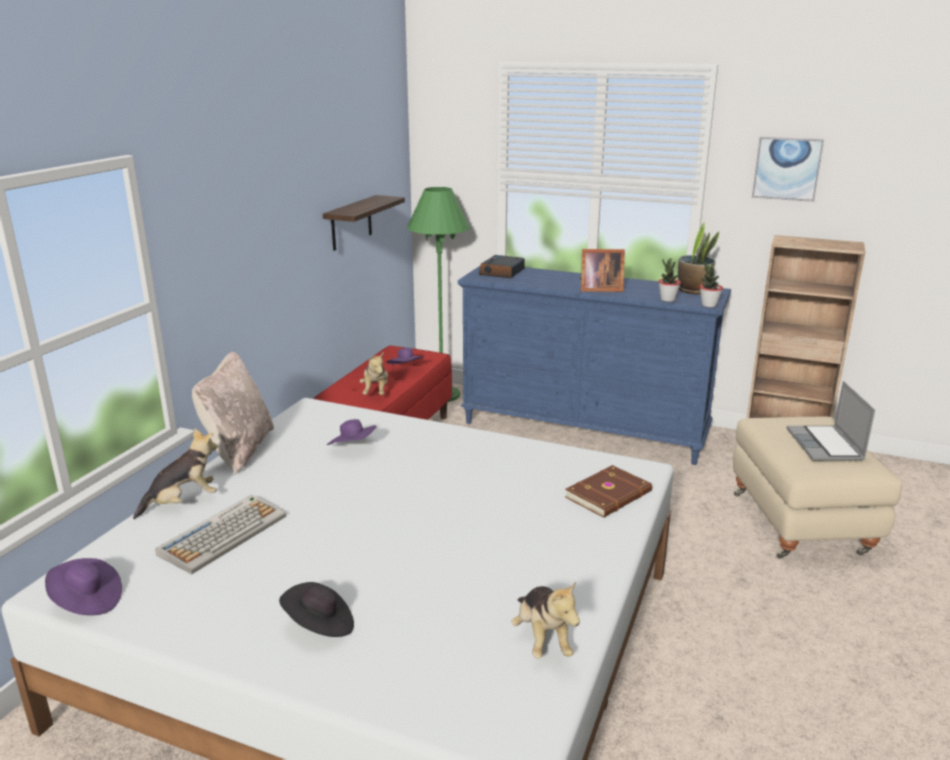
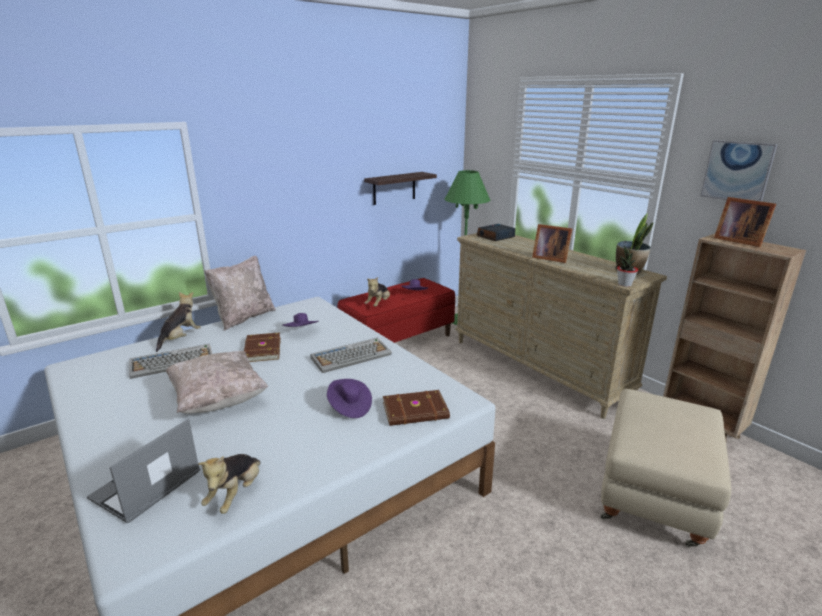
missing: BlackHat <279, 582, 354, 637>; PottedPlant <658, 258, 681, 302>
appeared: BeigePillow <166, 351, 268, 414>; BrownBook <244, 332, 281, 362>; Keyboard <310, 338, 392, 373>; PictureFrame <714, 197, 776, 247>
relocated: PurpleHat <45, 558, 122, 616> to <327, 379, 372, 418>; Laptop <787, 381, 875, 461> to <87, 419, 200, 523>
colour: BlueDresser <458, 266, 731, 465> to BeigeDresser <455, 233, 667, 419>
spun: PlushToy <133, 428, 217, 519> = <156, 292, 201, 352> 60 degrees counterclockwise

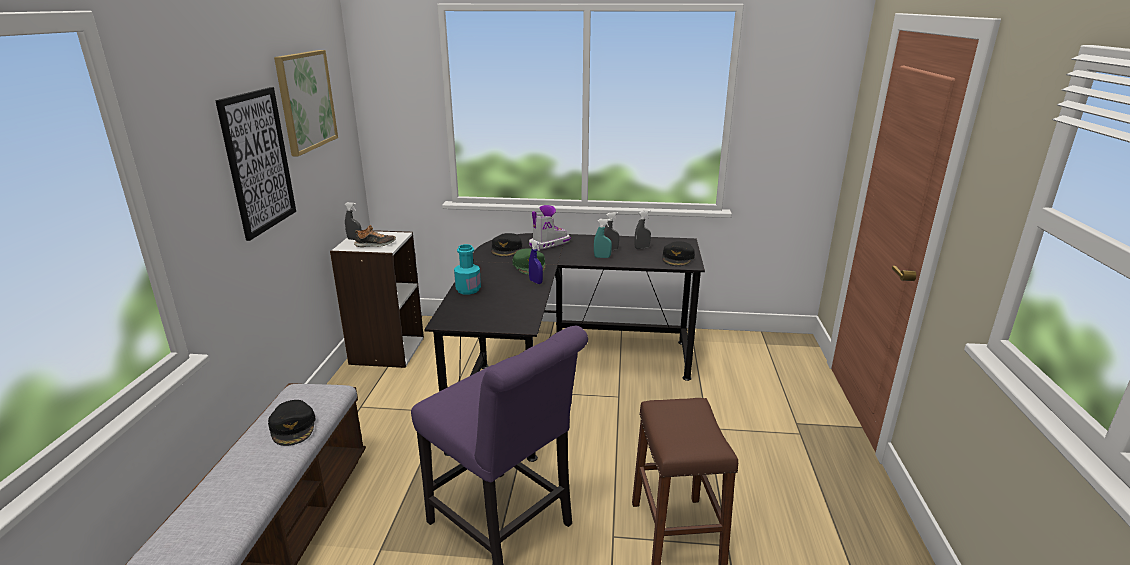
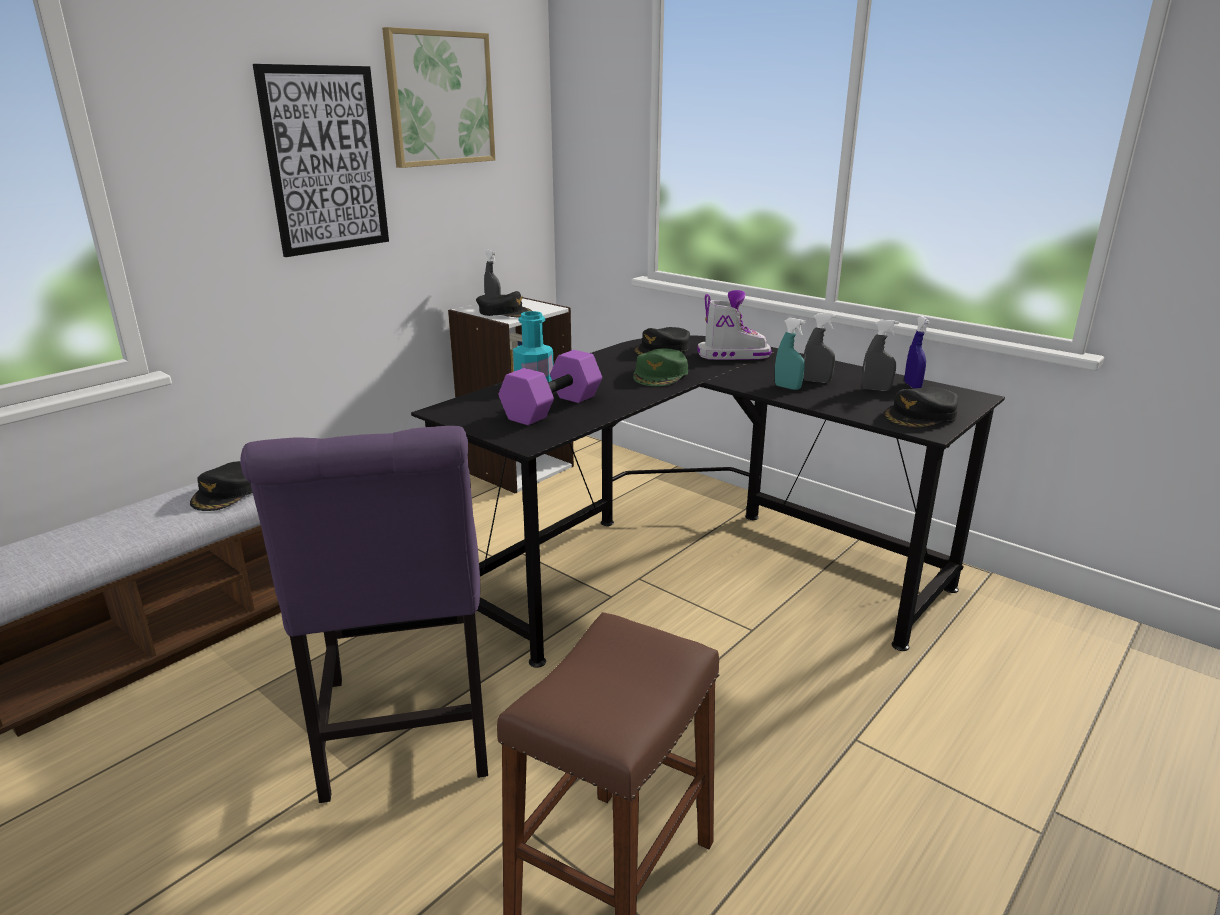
appeared: PurpleDumbbell <499, 350, 602, 425>
relocated: BlueSprayBottle <529, 240, 543, 284> to <904, 316, 930, 389>
exchanged: Shoe <354, 225, 396, 247> to BlackCap <476, 291, 532, 317>

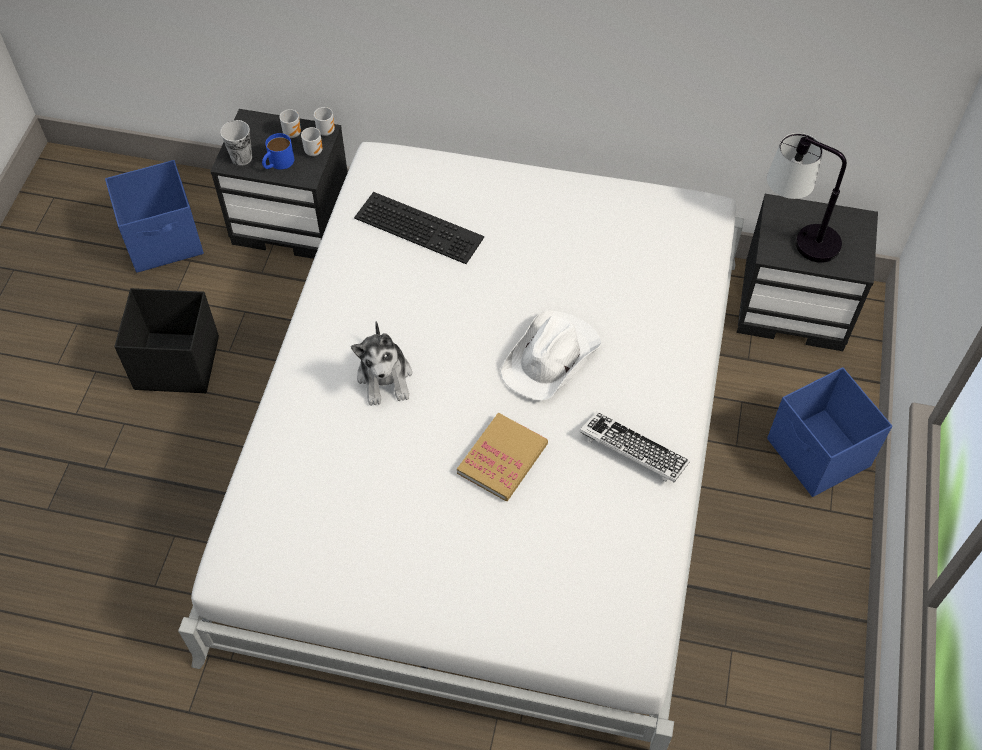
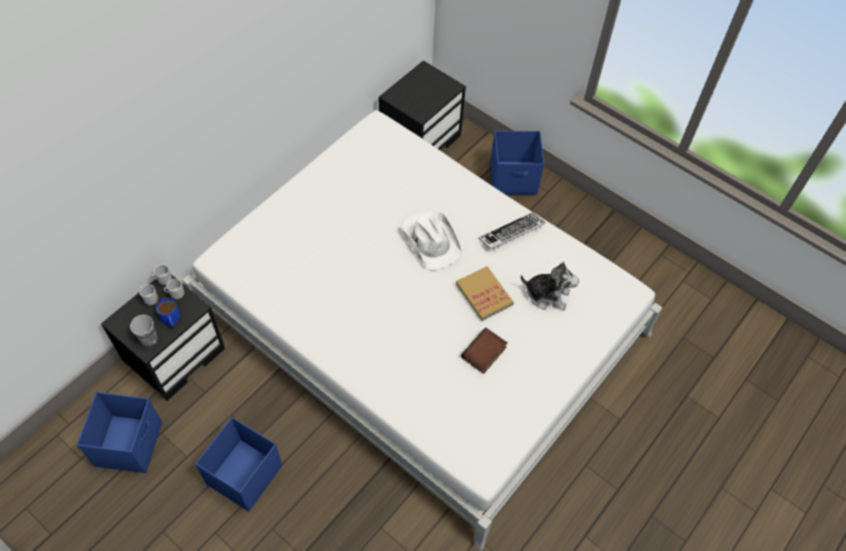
missing: Keyboard <354, 192, 484, 264>; TableLamp <767, 132, 847, 263>
appeared: Book <461, 327, 508, 374>
relocated: PlushToy <351, 321, 412, 406> to <521, 262, 579, 311>
colour: BlackStorageBox <114, 288, 219, 393> to BlueStorageBox <195, 417, 282, 512>

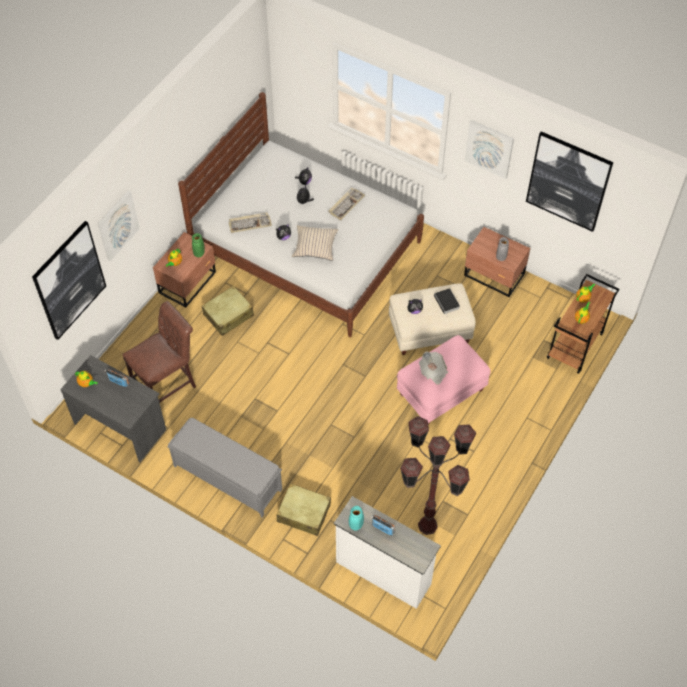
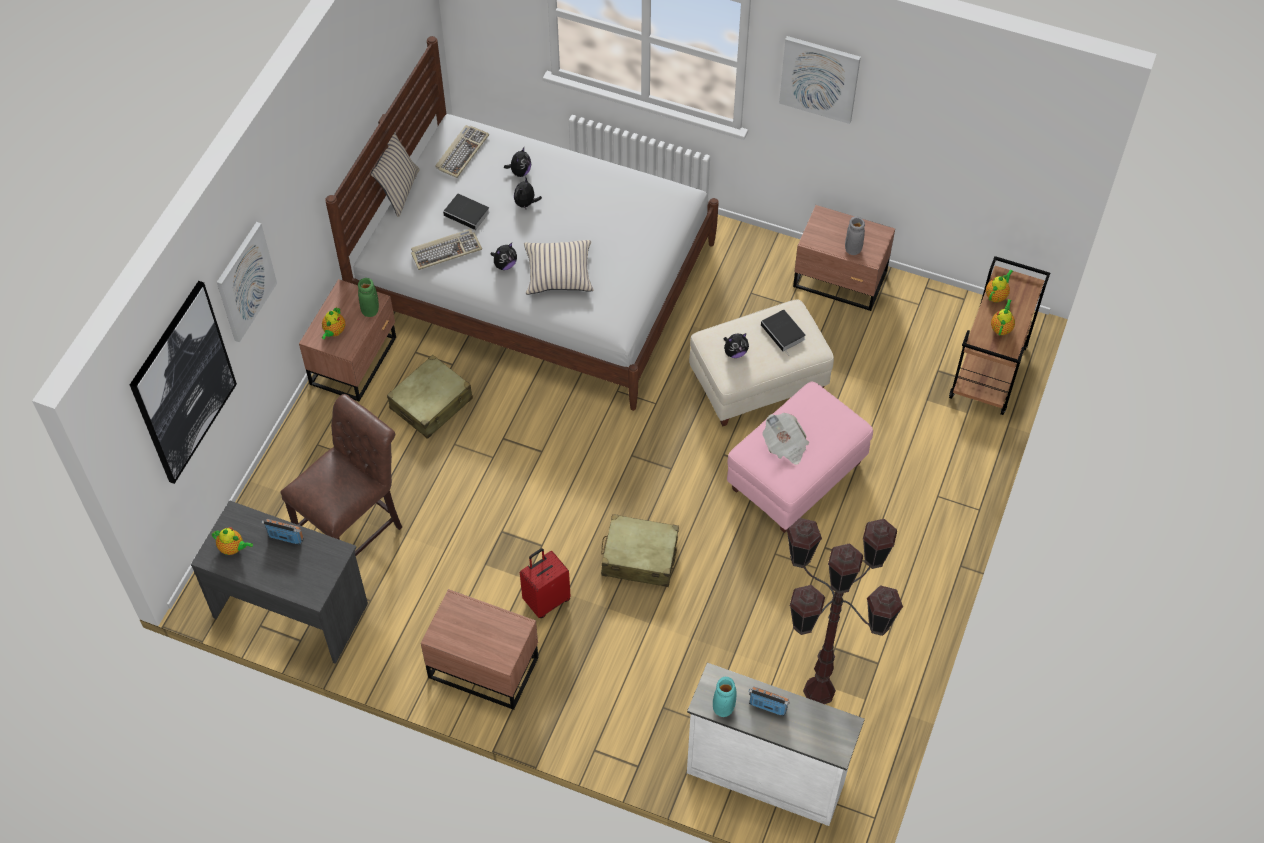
missing: Picture <526, 131, 614, 232>
appeared: BeigePillow <371, 132, 420, 217>; Book <443, 193, 490, 232>; RedSuitcase <520, 548, 571, 618>
relocated: BeigeSuitcase <276, 483, 331, 536> to <601, 514, 679, 587>; Keyboard <328, 188, 365, 221> to <435, 125, 489, 178>
exchanged: GreyBench <167, 418, 282, 517> to BrownNightstand <421, 589, 538, 710>

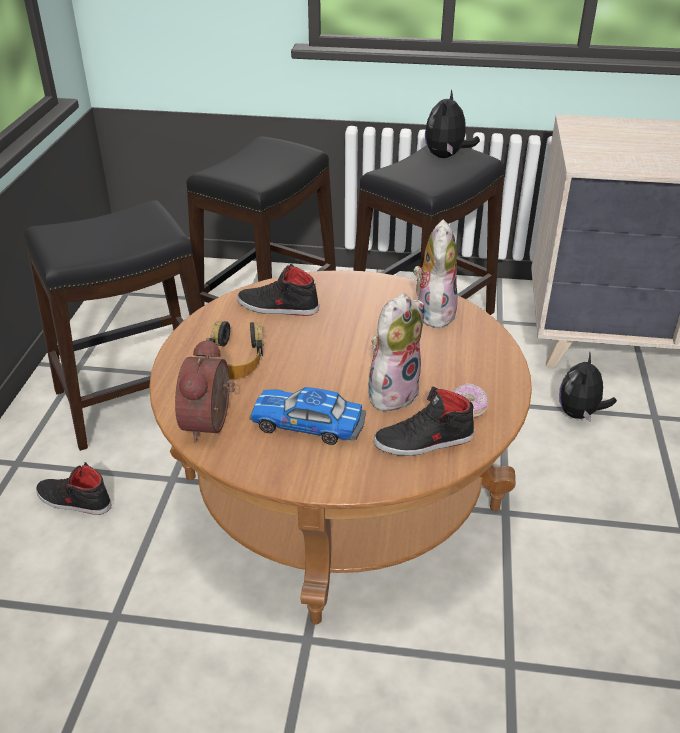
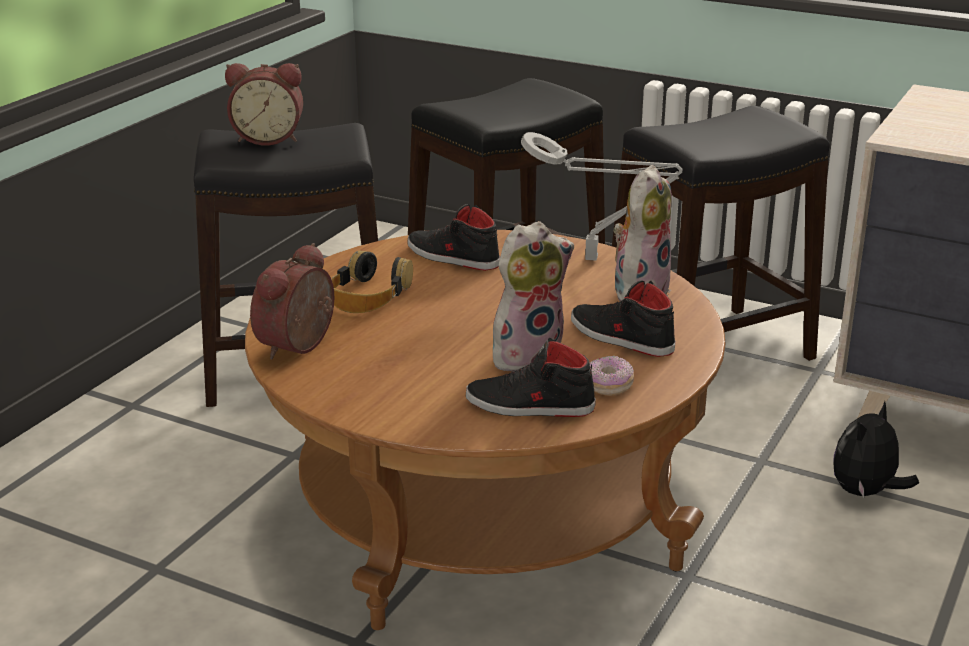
missing: ToyCar <250, 387, 366, 445>; PlushToy <425, 90, 480, 158>
appeared: AlarmClock <225, 63, 303, 146>; GreyTableLamp <521, 132, 682, 261>
relocated: BlackShoe <36, 462, 111, 515> to <571, 280, 676, 357>

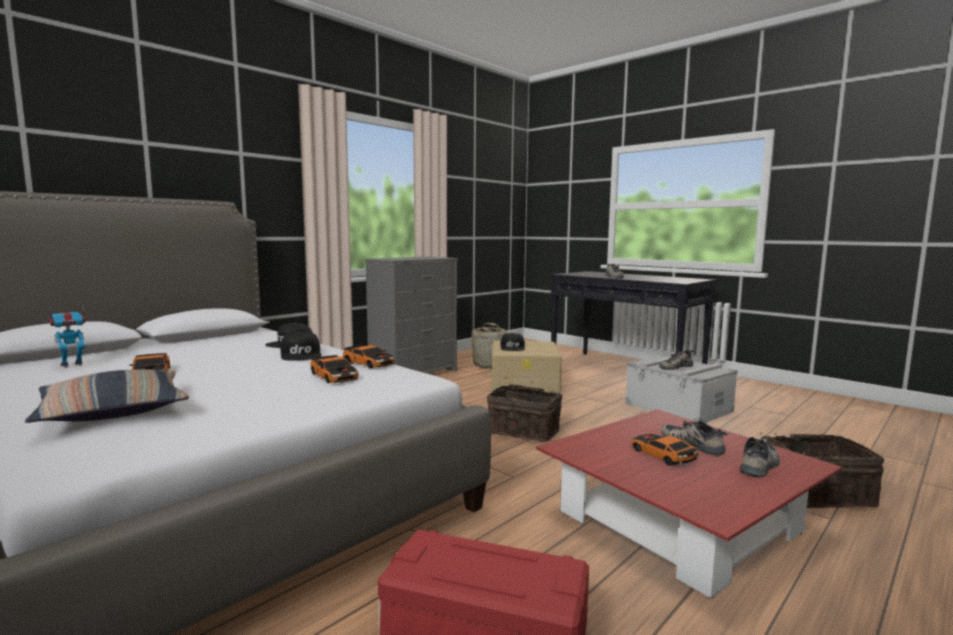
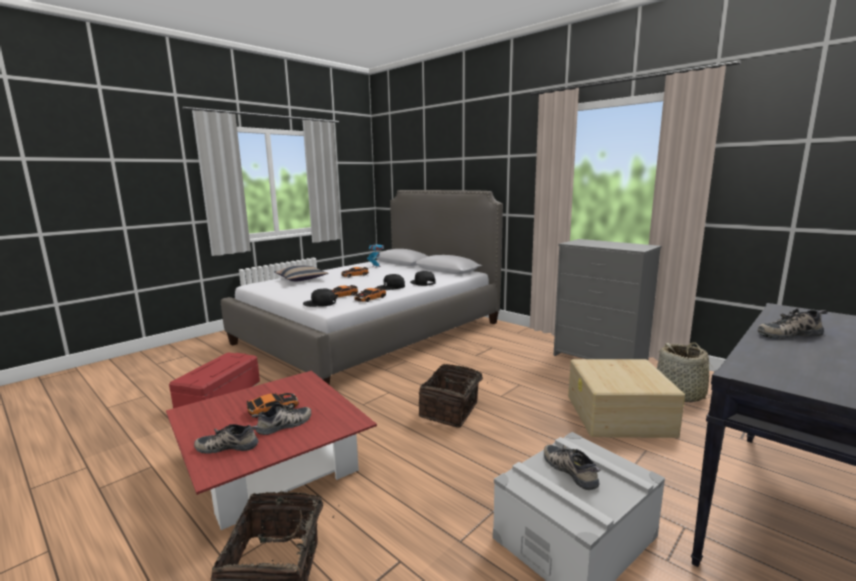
relocated: BlackCap <501, 333, 525, 351> to <303, 289, 336, 307>
spun: Shoe <740, 437, 780, 477> = <194, 424, 258, 454> 135 degrees clockwise

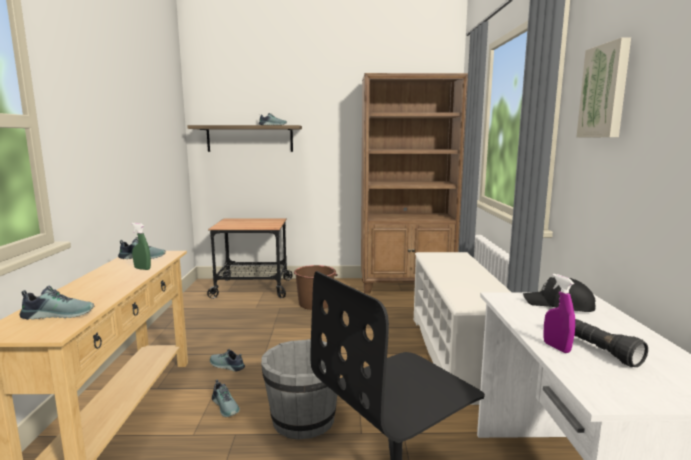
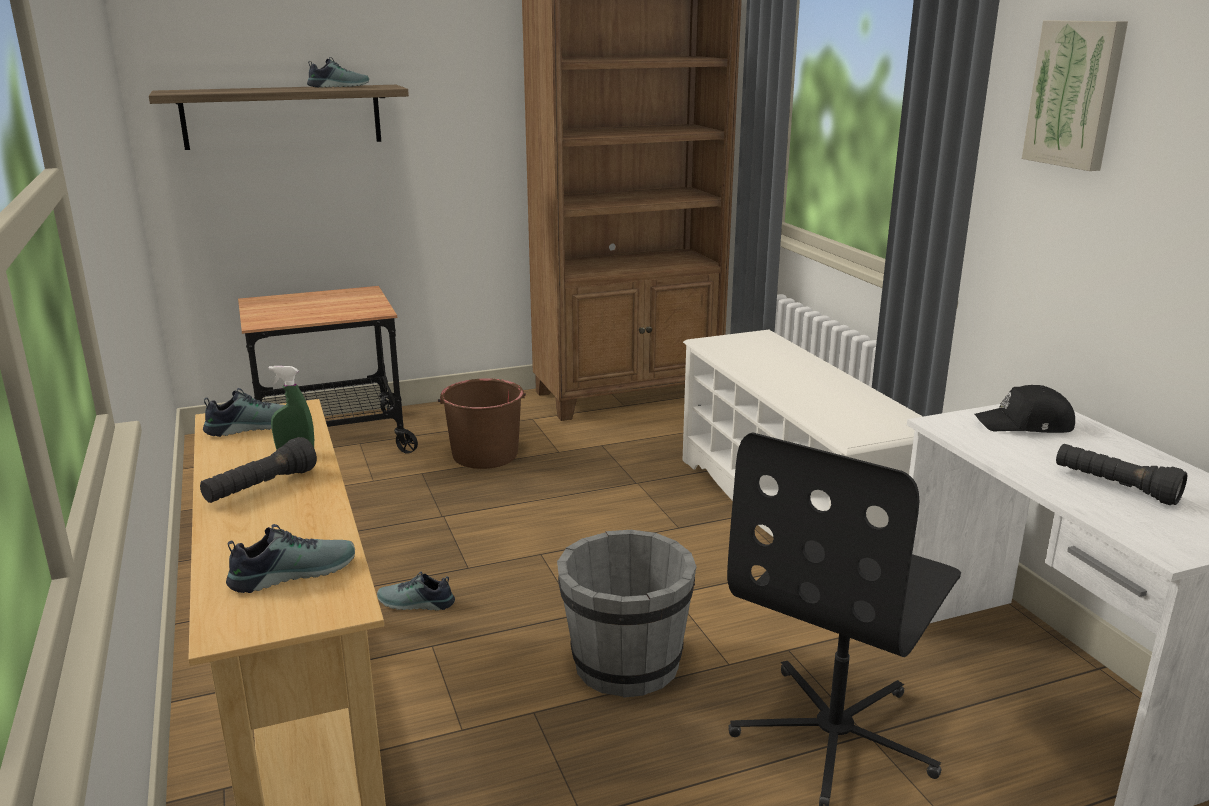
missing: Shoe <212, 379, 240, 417>; PurpleSprayBottle <543, 274, 575, 353>
appeared: BlackFlashlight <200, 437, 317, 503>

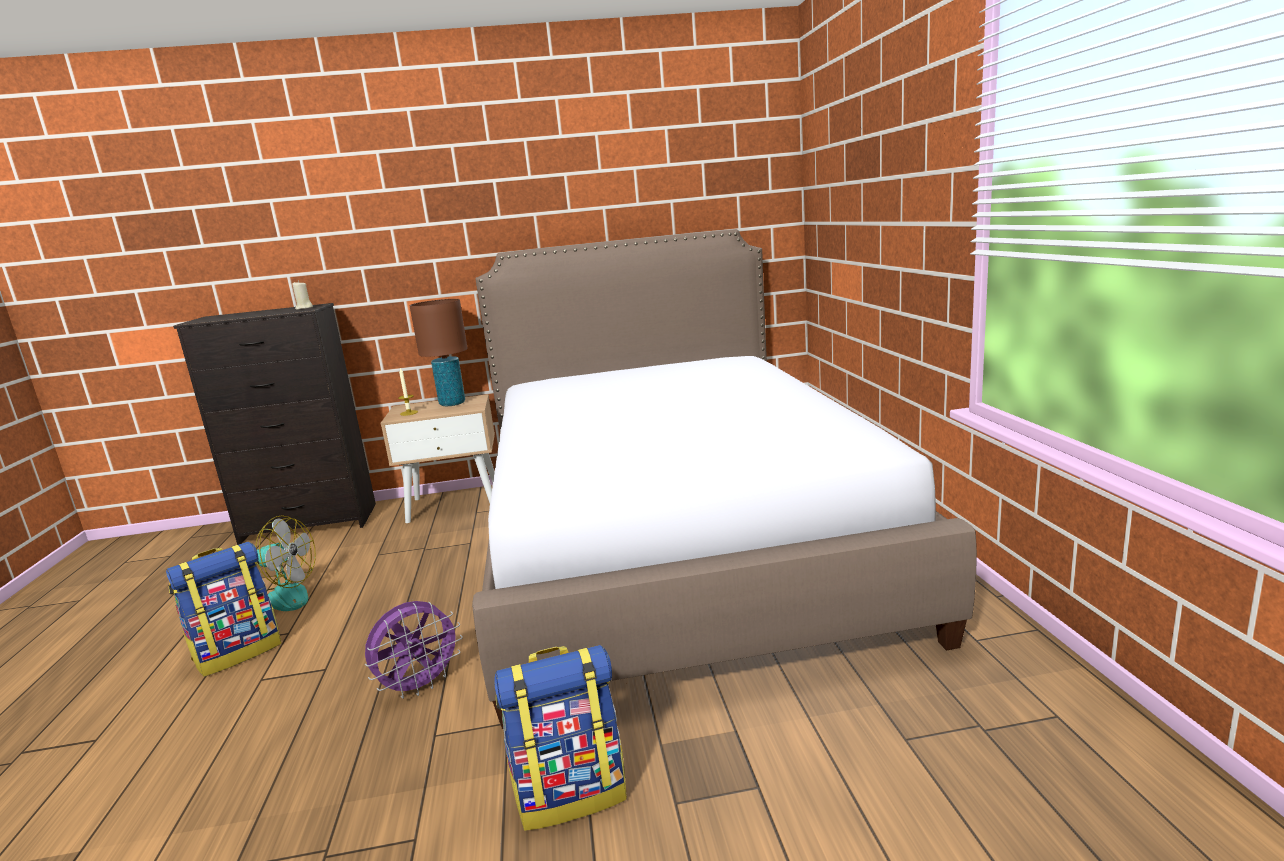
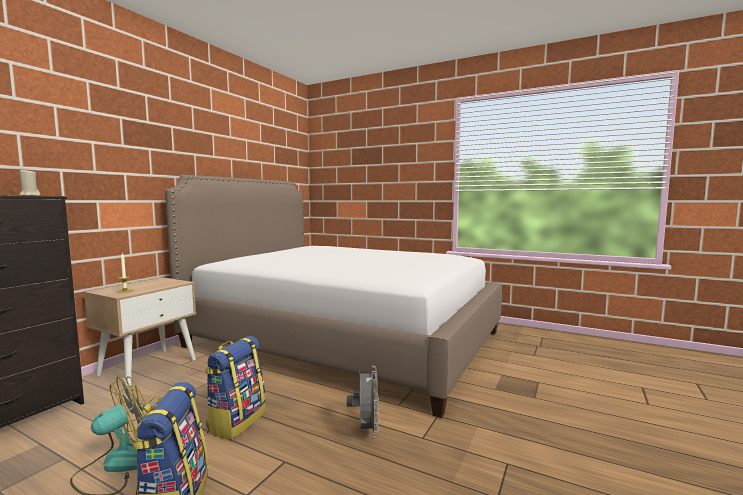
missing: BrownTableLamp <409, 299, 468, 406>
relocated: Backpack <494, 645, 627, 831> to <205, 336, 266, 439>
colour: PurpleFan <365, 601, 463, 698> to GreyFan <347, 366, 379, 437>

